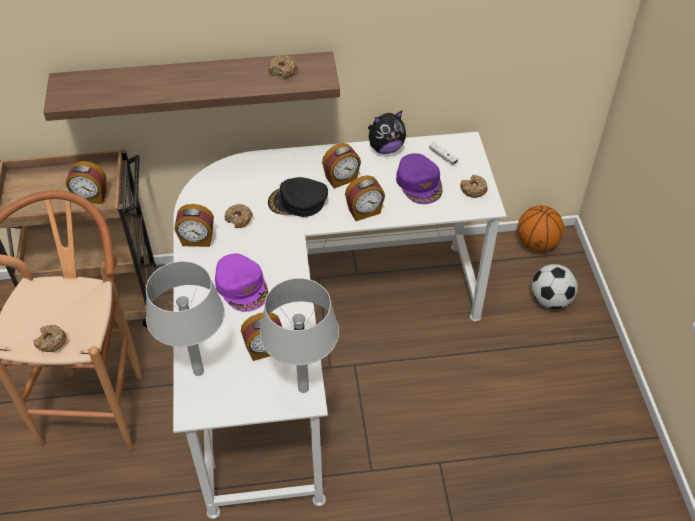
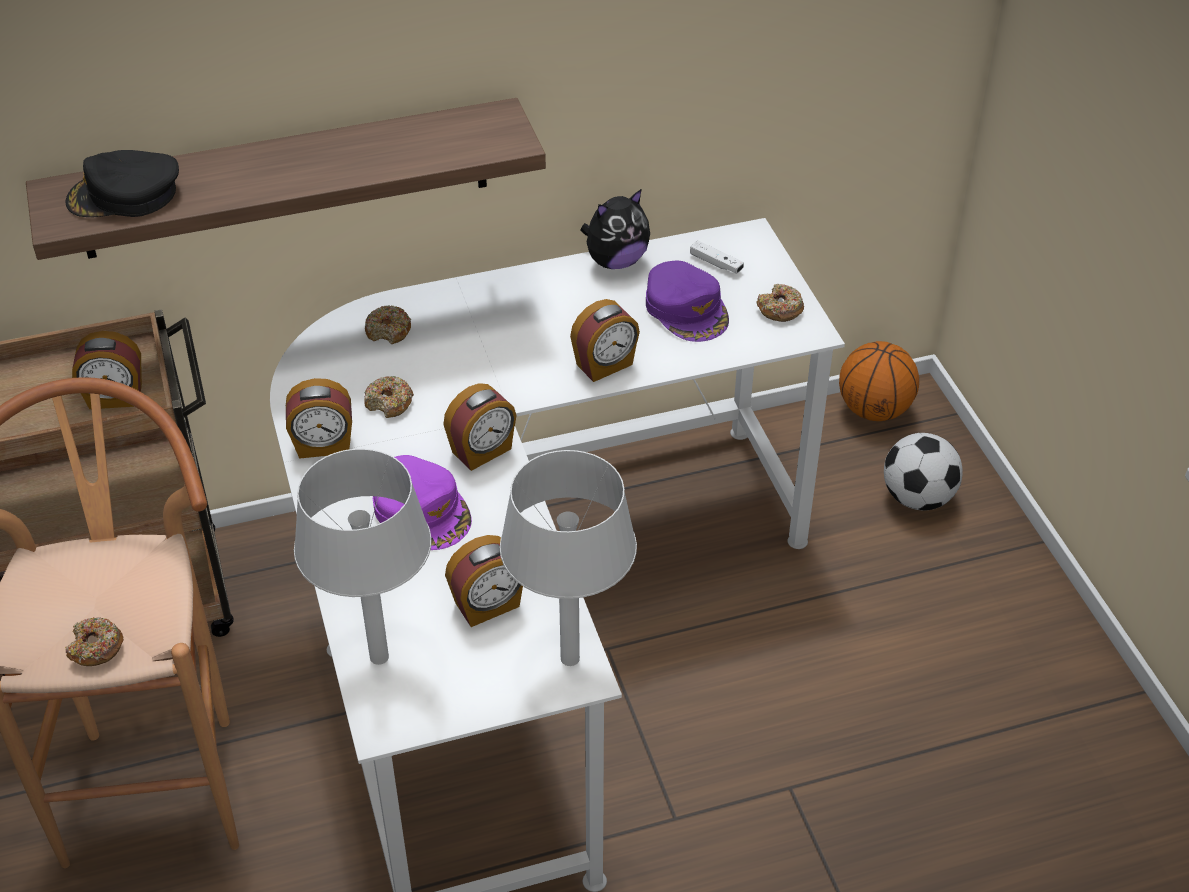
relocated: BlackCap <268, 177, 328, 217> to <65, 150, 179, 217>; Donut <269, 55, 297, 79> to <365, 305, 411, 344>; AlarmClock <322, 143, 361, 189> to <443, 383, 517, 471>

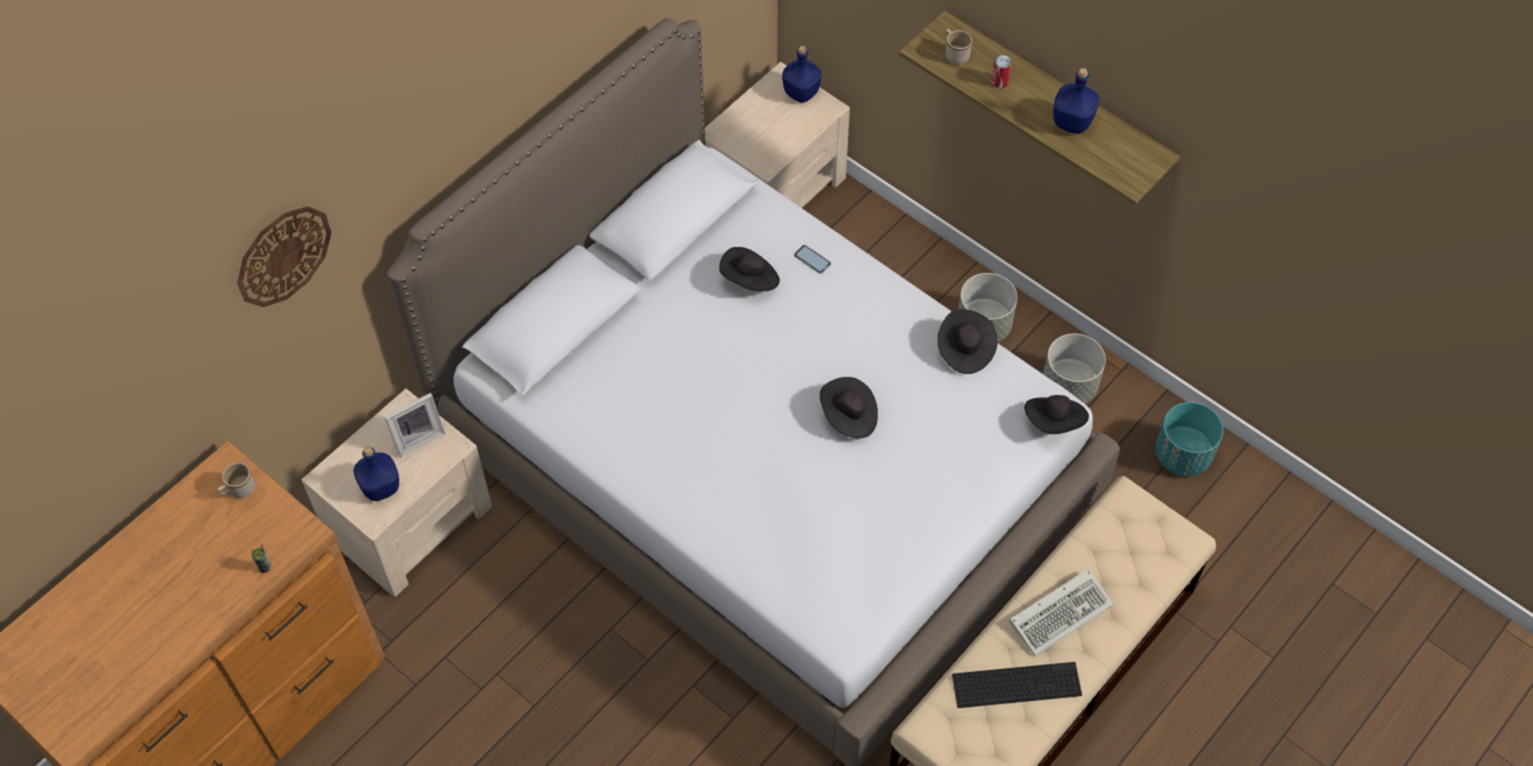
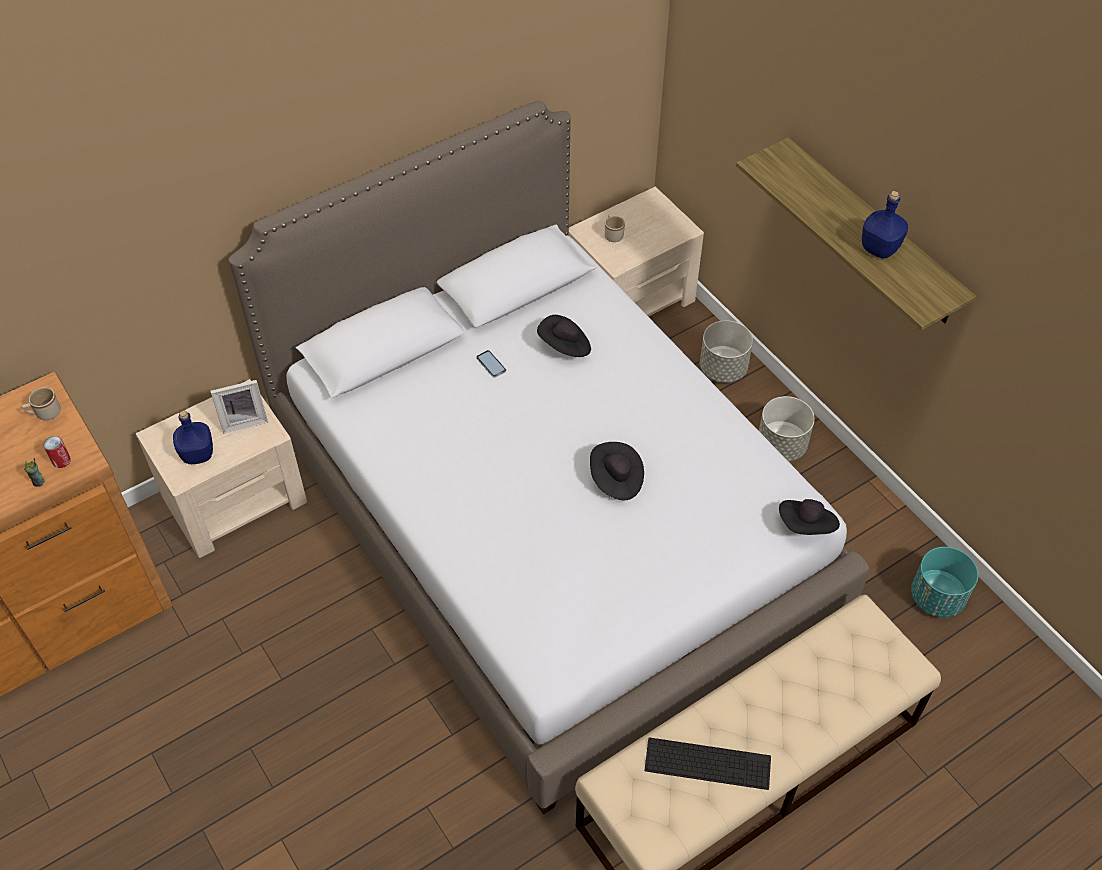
missing: WallClock <237, 206, 332, 307>; BlueBottle <782, 46, 822, 103>; BlackHat <937, 309, 998, 374>; Keyboard <1009, 569, 1114, 656>
relocated: Phone <794, 245, 831, 274> to <476, 350, 506, 378>; BeigeMug <946, 29, 972, 64> to <605, 214, 625, 242>; Can <991, 55, 1012, 88> to <43, 436, 71, 468>; GreyPlanter <1043, 334, 1106, 404> to <700, 320, 753, 383>

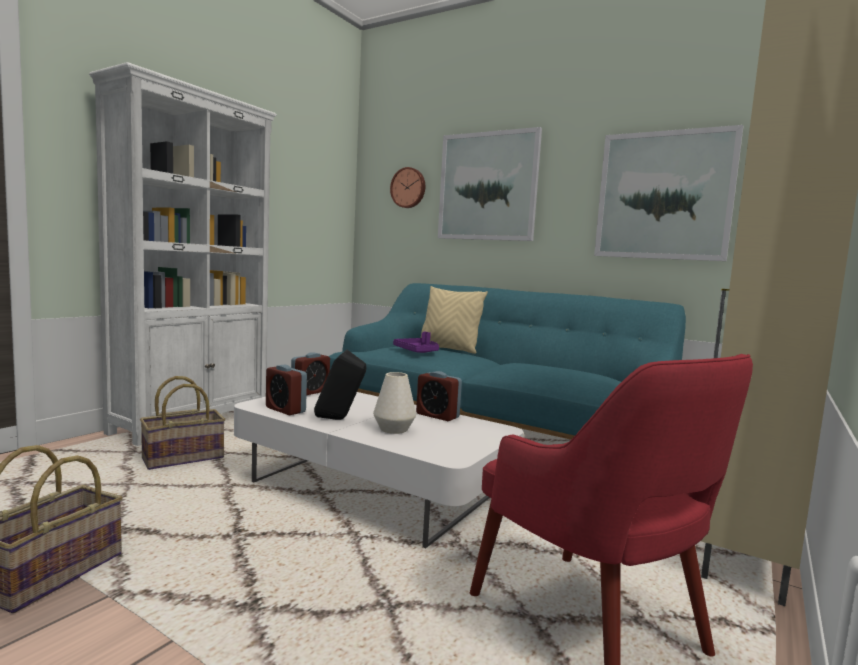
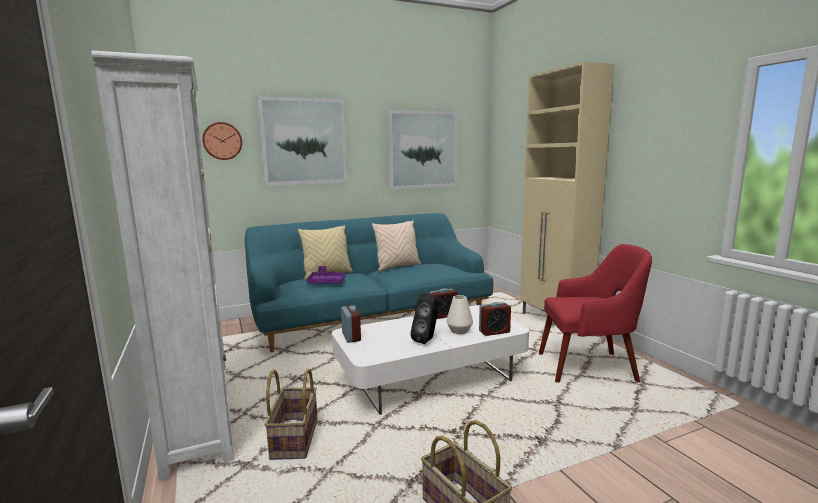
appeared: BeigePillow <372, 220, 421, 271>
relocated: AlarmClock <266, 365, 307, 415> to <479, 302, 511, 336>

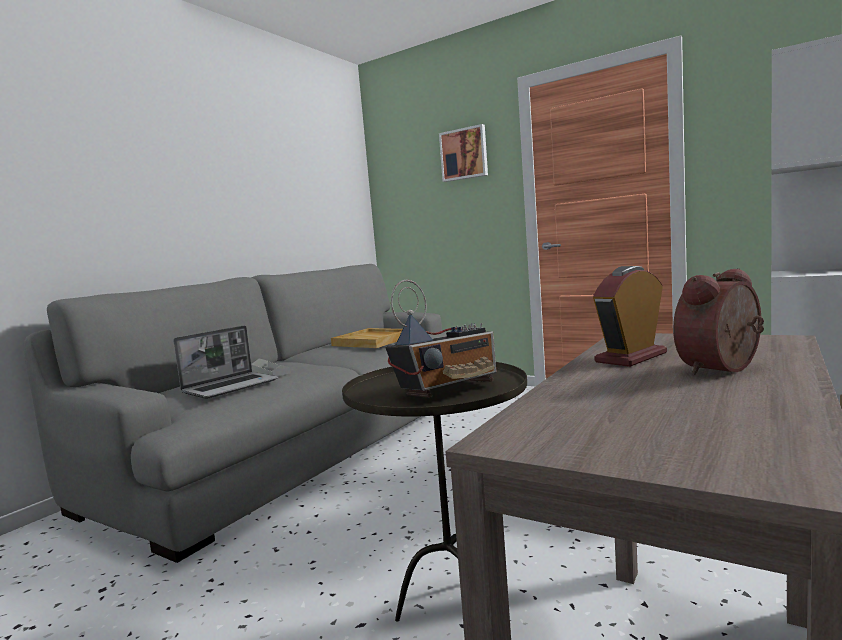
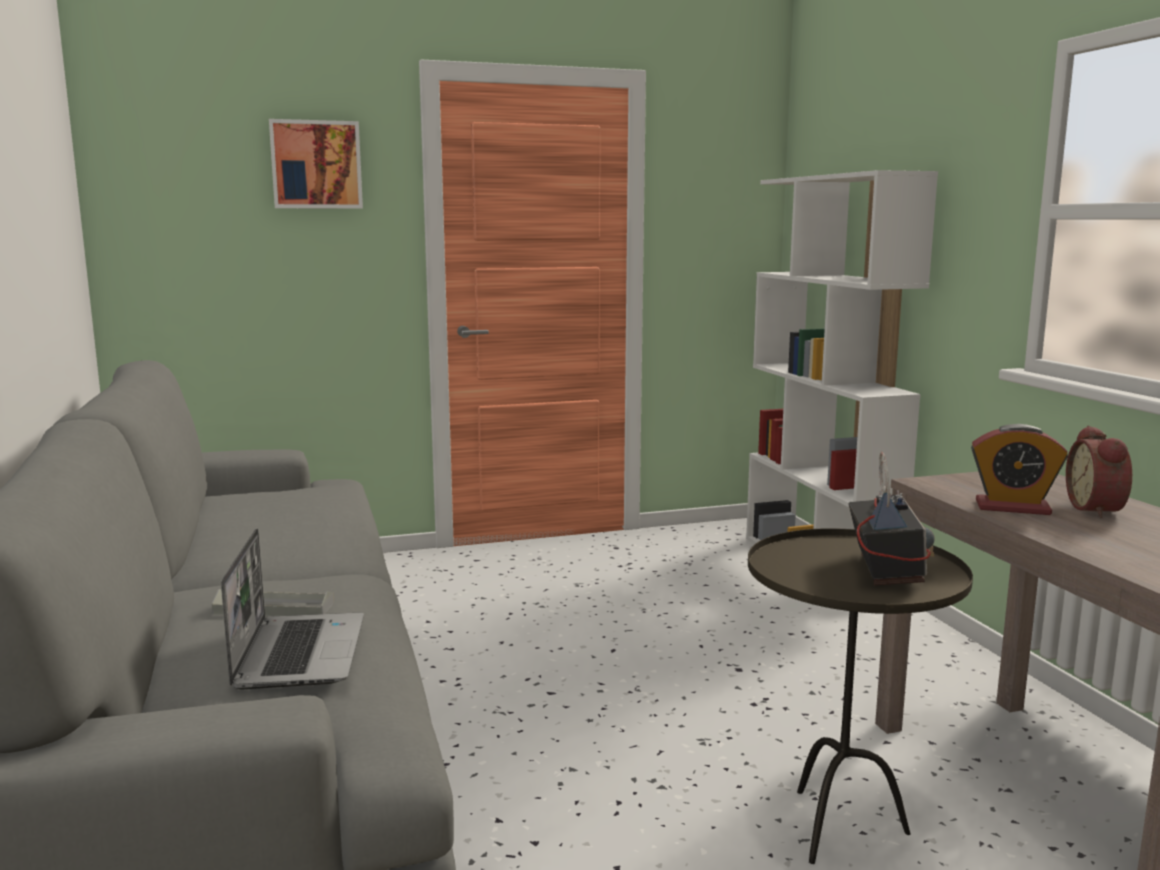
missing: BeigeTray <331, 328, 403, 348>
spun: AlarmClock <593, 266, 667, 367> = <971, 424, 1068, 515> 75 degrees counterclockwise

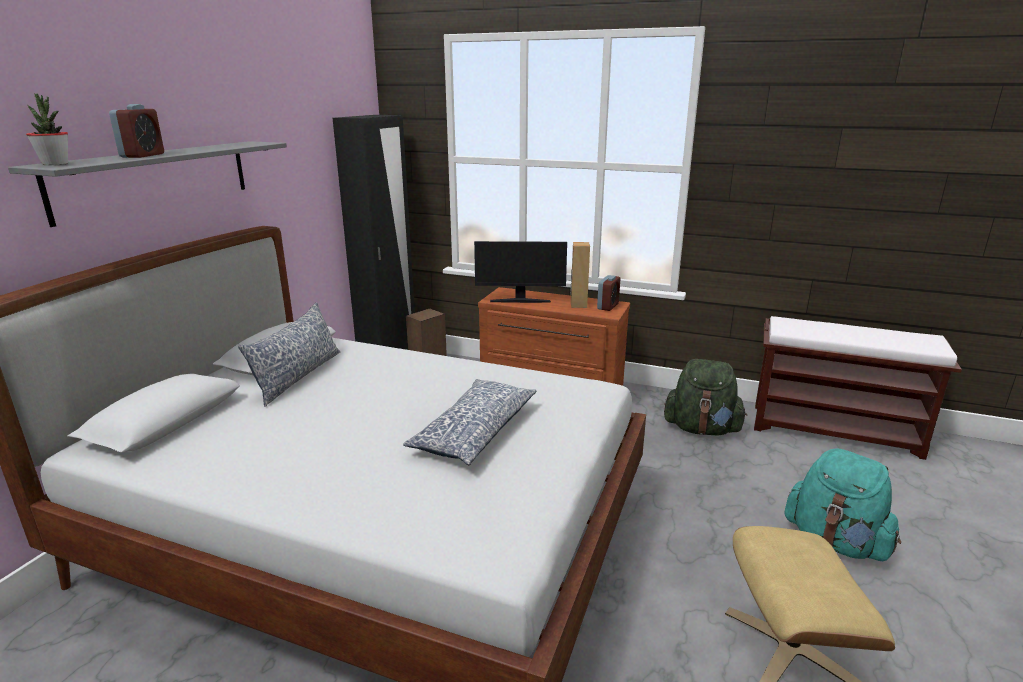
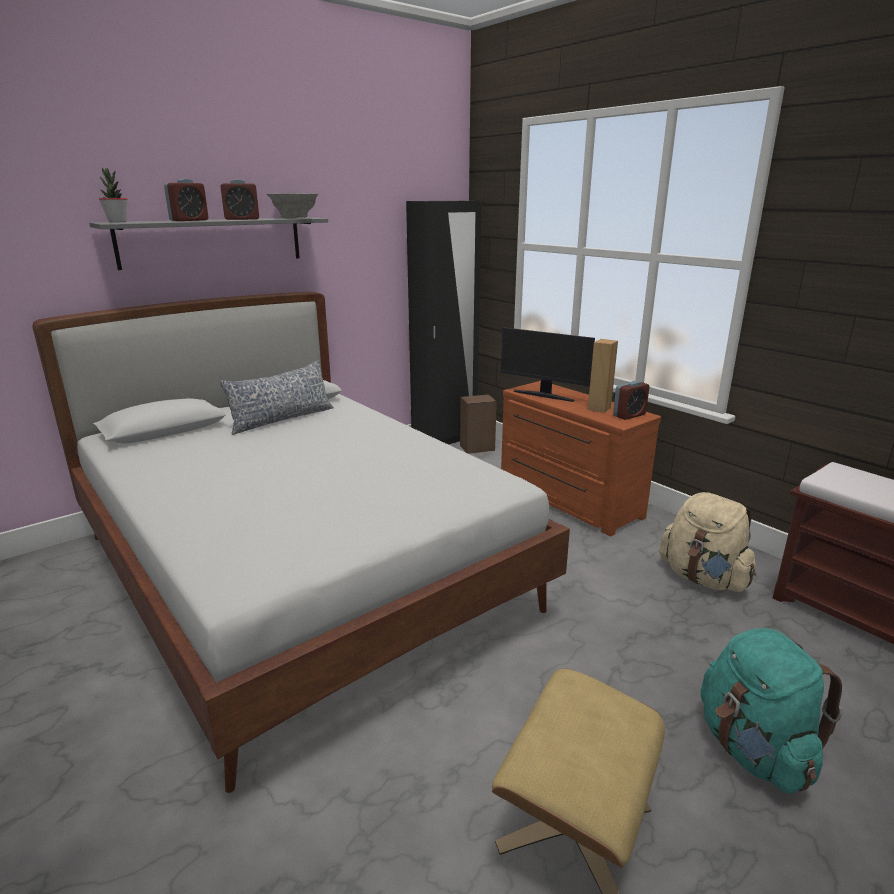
missing: Pillow <403, 379, 537, 465>
appeared: AlarmClock <220, 179, 259, 220>; GreyBowl <267, 193, 319, 219>
colour: GreenBackpack <664, 359, 747, 436> to BeigeBackpack <659, 492, 756, 592>

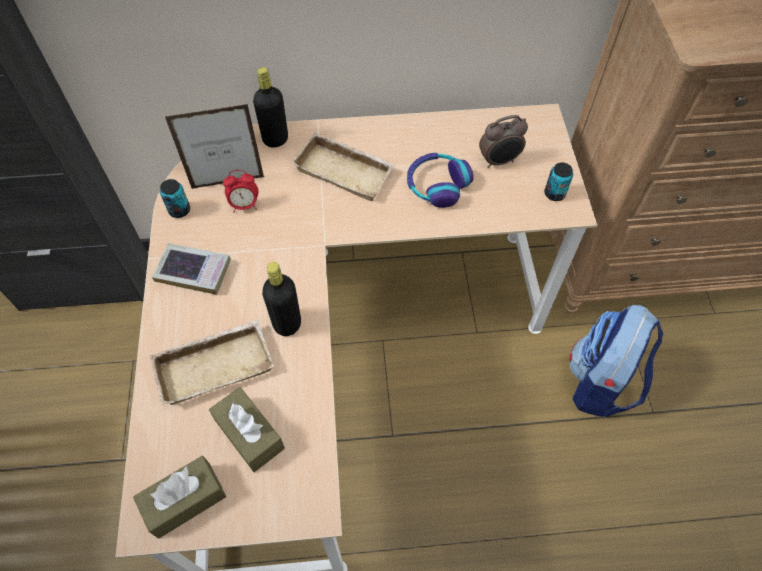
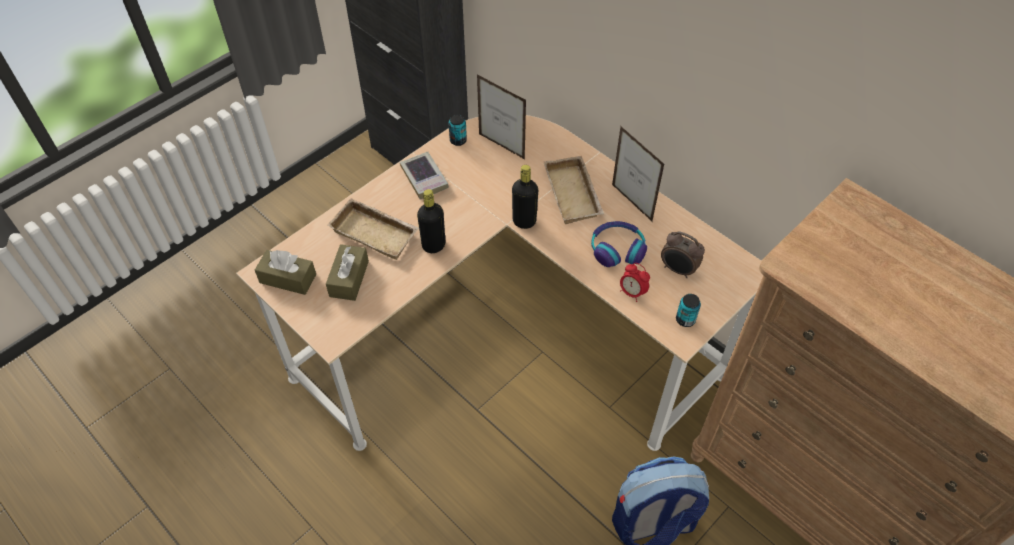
appeared: PictureFrame <612, 126, 664, 221>
relocated: AlarmClock <223, 170, 258, 213> to <620, 263, 650, 302>; BlackBottle <253, 67, 288, 148> to <512, 165, 538, 229>

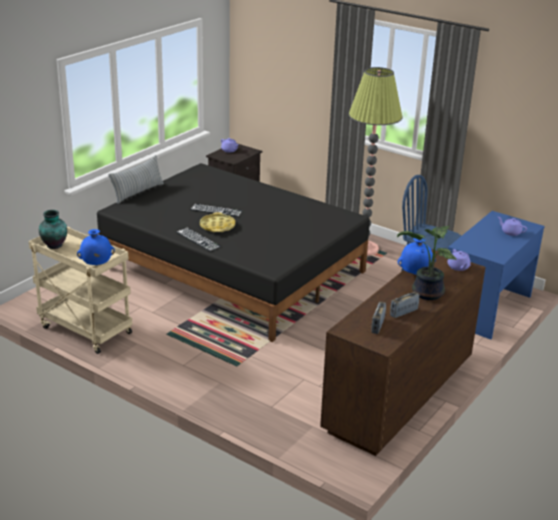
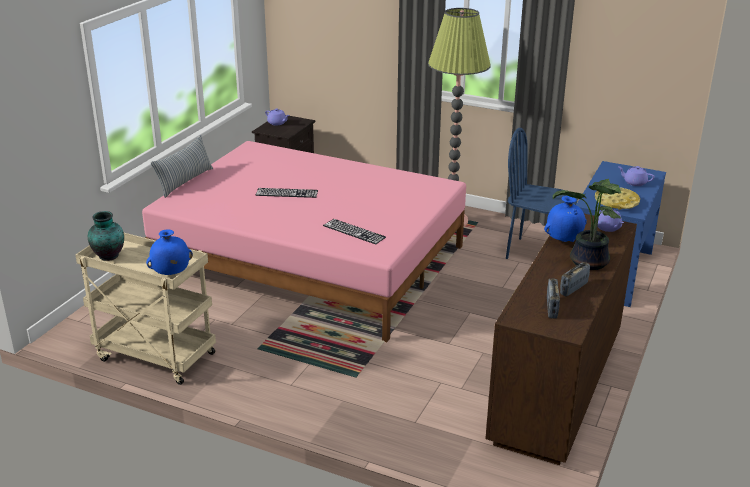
relocated: Keyboard <176, 227, 221, 251> to <323, 219, 386, 244>; YellowTray <200, 212, 235, 232> to <595, 187, 640, 210>
colour: BlackBed <97, 163, 370, 342> to PinkBed <142, 141, 466, 342>

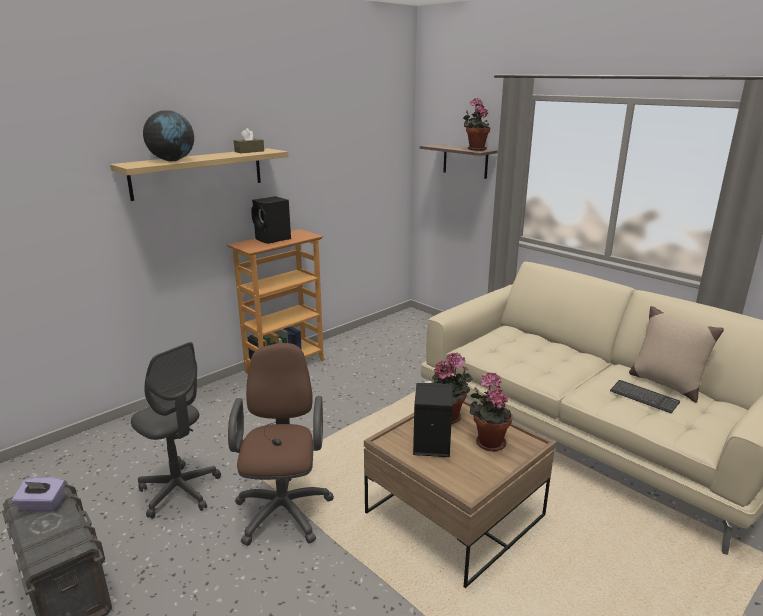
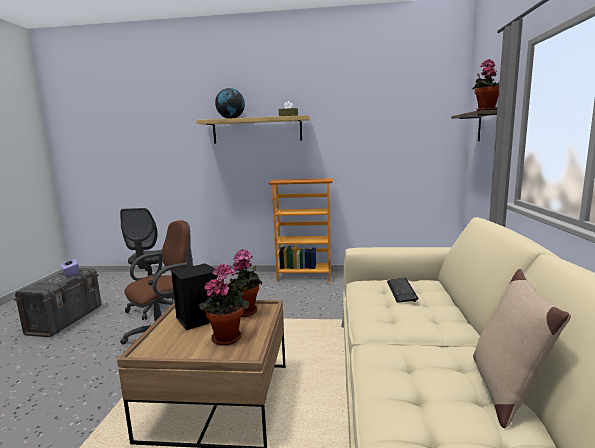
missing: BlackSpeaker <251, 196, 291, 244>
relocated: Keyboard <610, 380, 680, 414> to <387, 278, 418, 303>

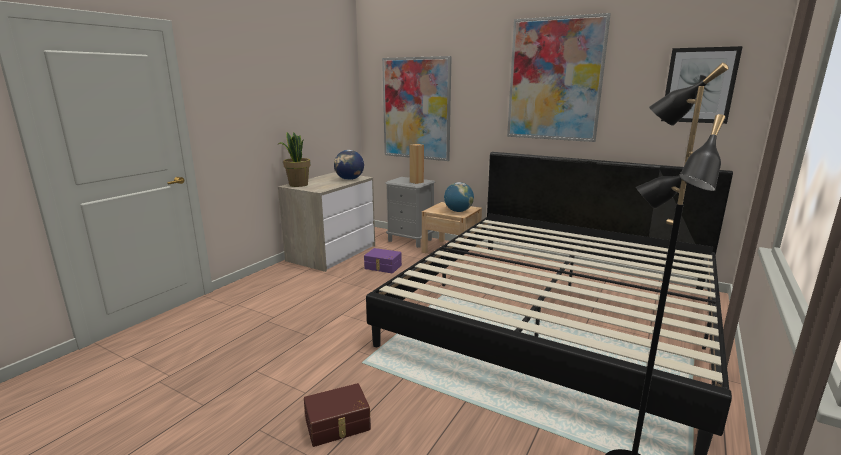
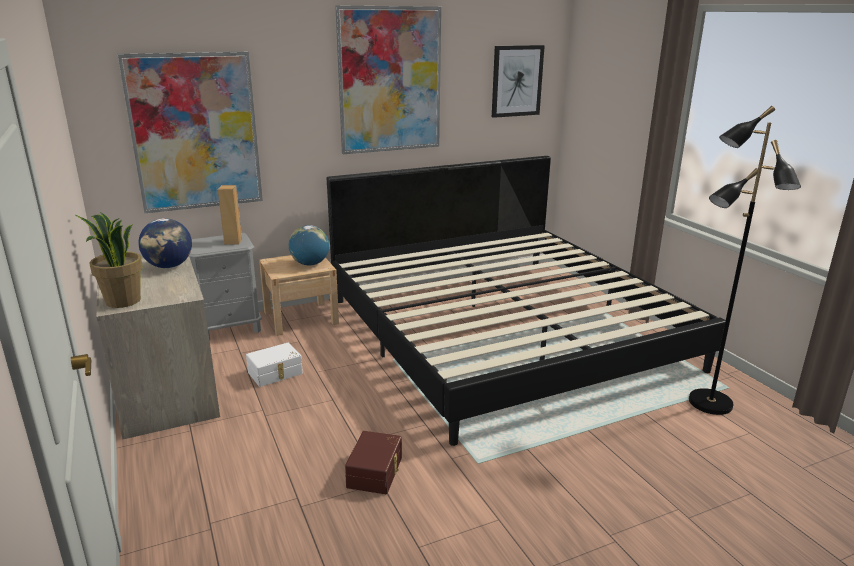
relocated: BrownStorageBox <304, 383, 371, 447> to <345, 431, 402, 494>
colour: PurpleStorageBox <364, 248, 402, 273> to WhiteStorageBox <246, 343, 303, 387>

